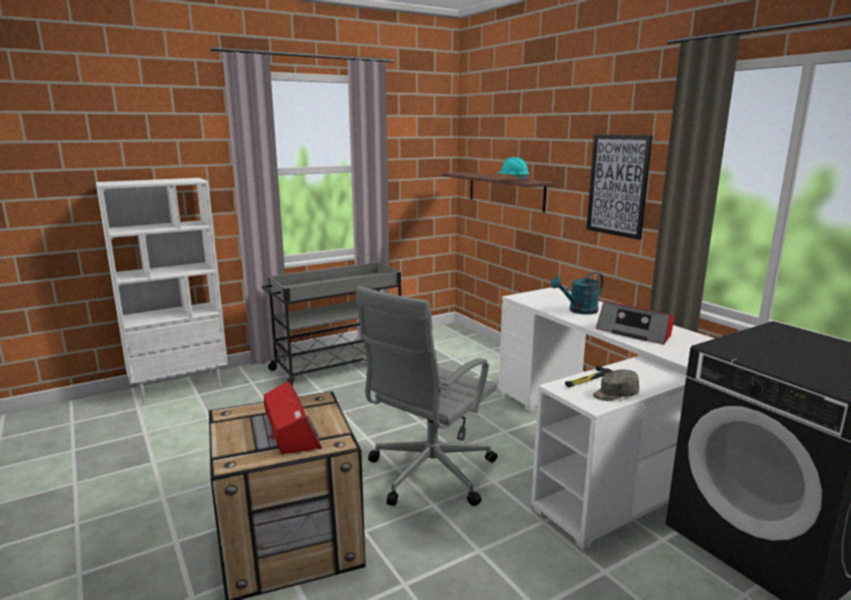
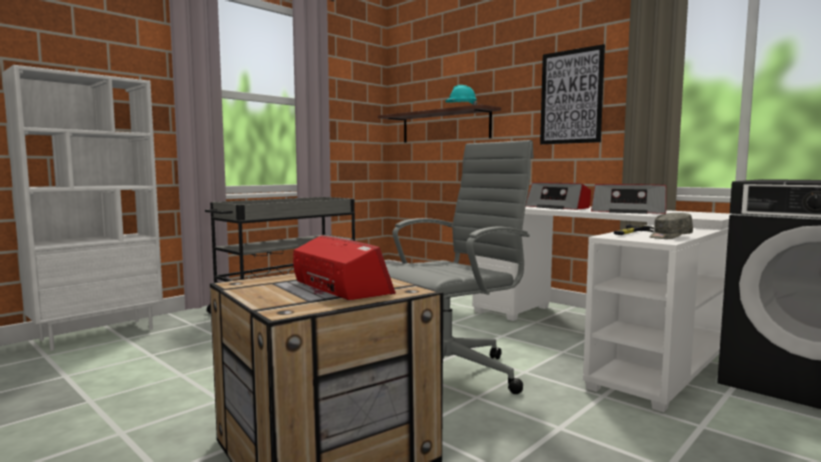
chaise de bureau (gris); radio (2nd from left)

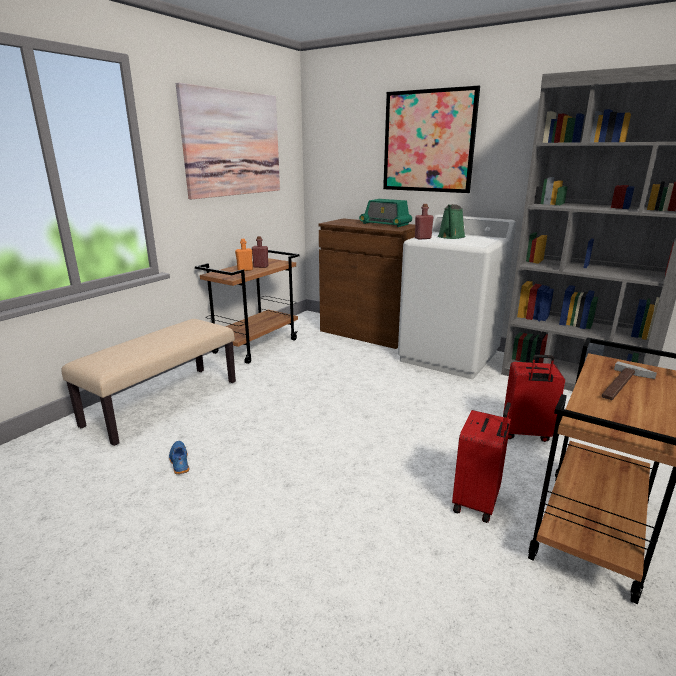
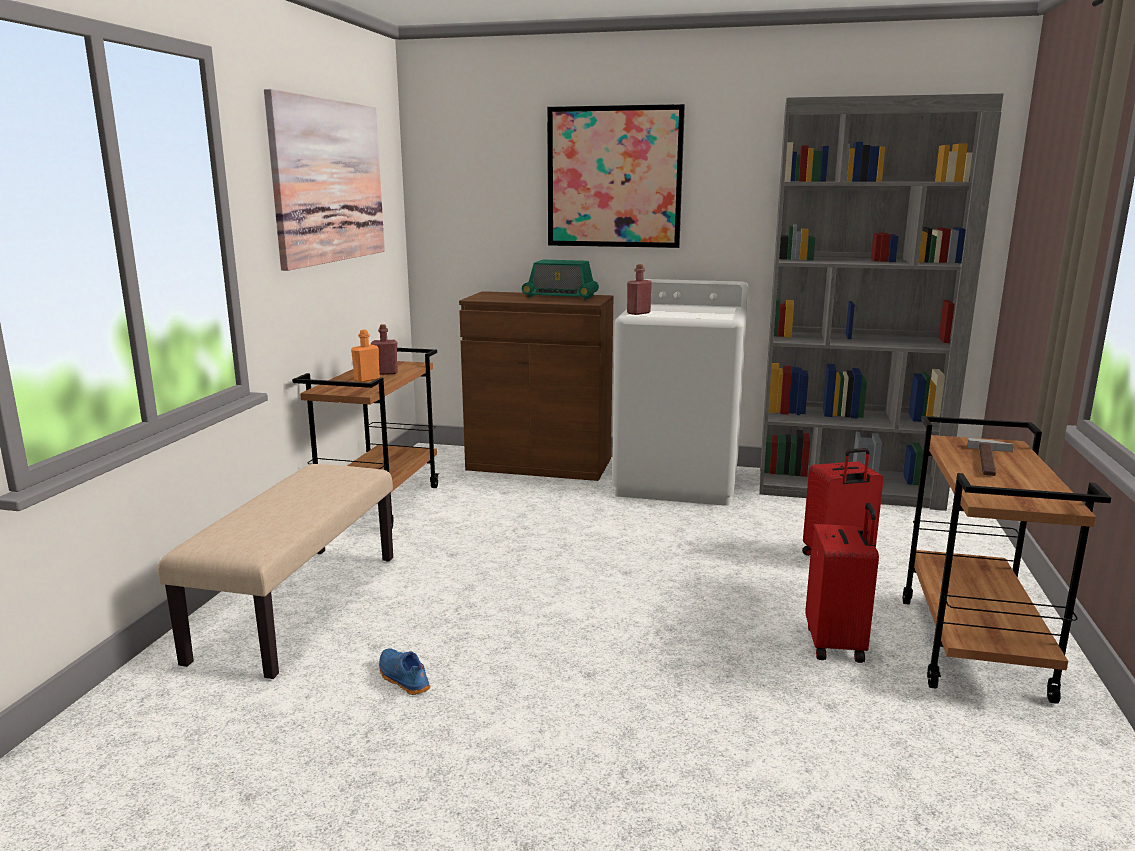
arrosoir (vert)

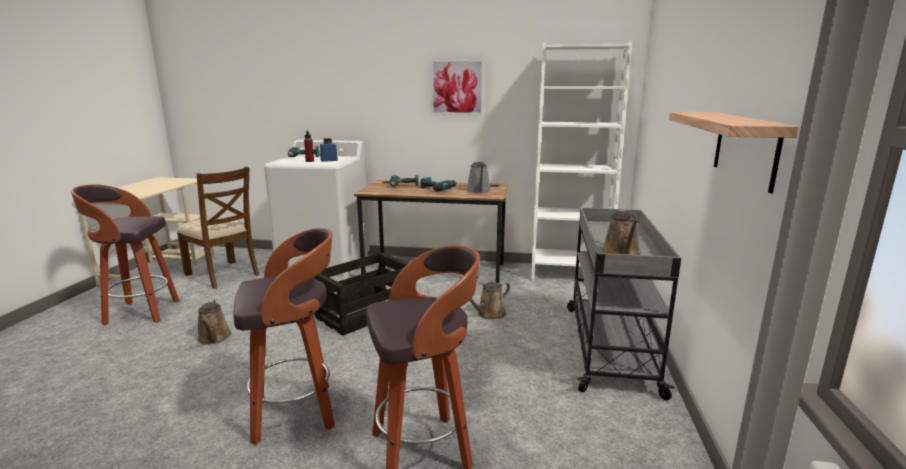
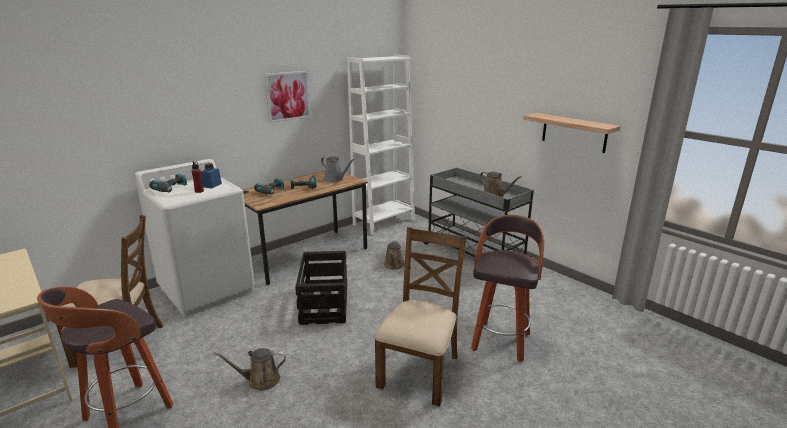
arrosoir (marron) (1st from left); chaise (marron) (2nd from left)

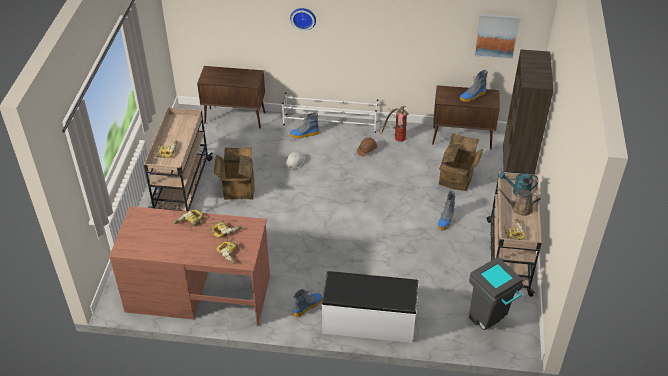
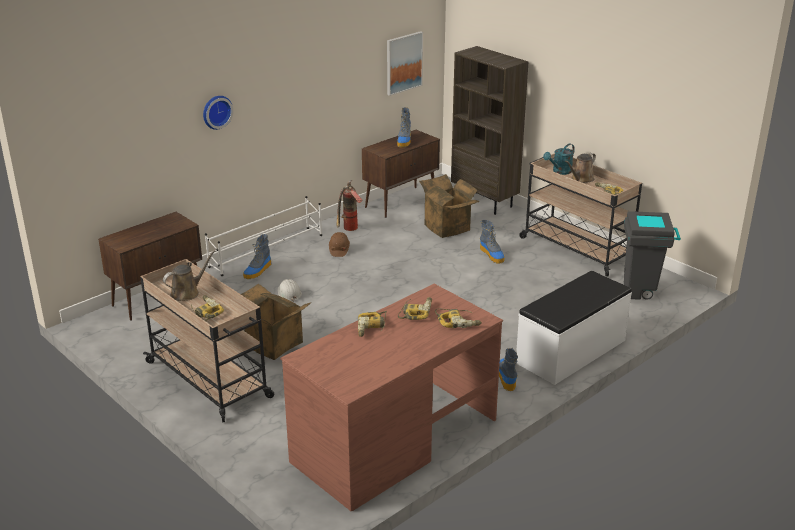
arrosoir (marron) (1st from left)

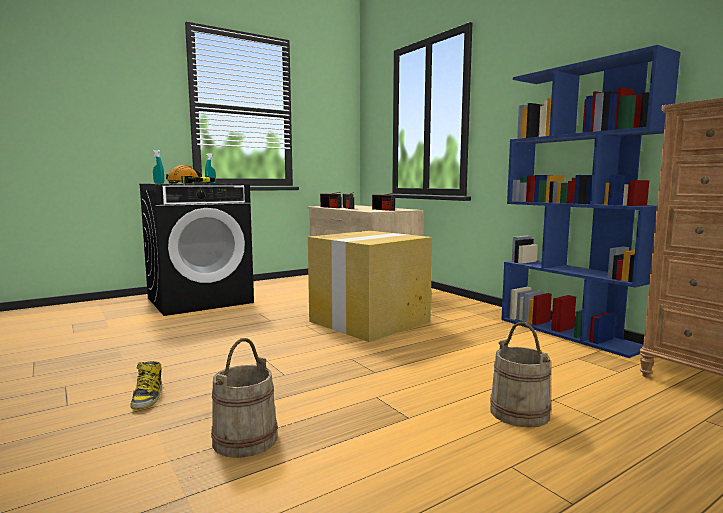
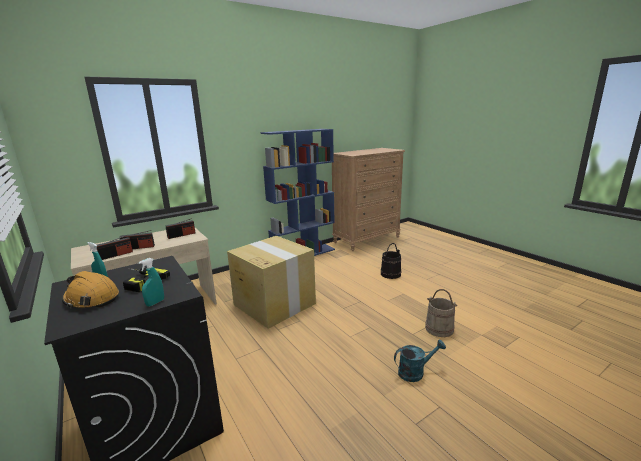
arrosoir (turquoise); seau (noir)

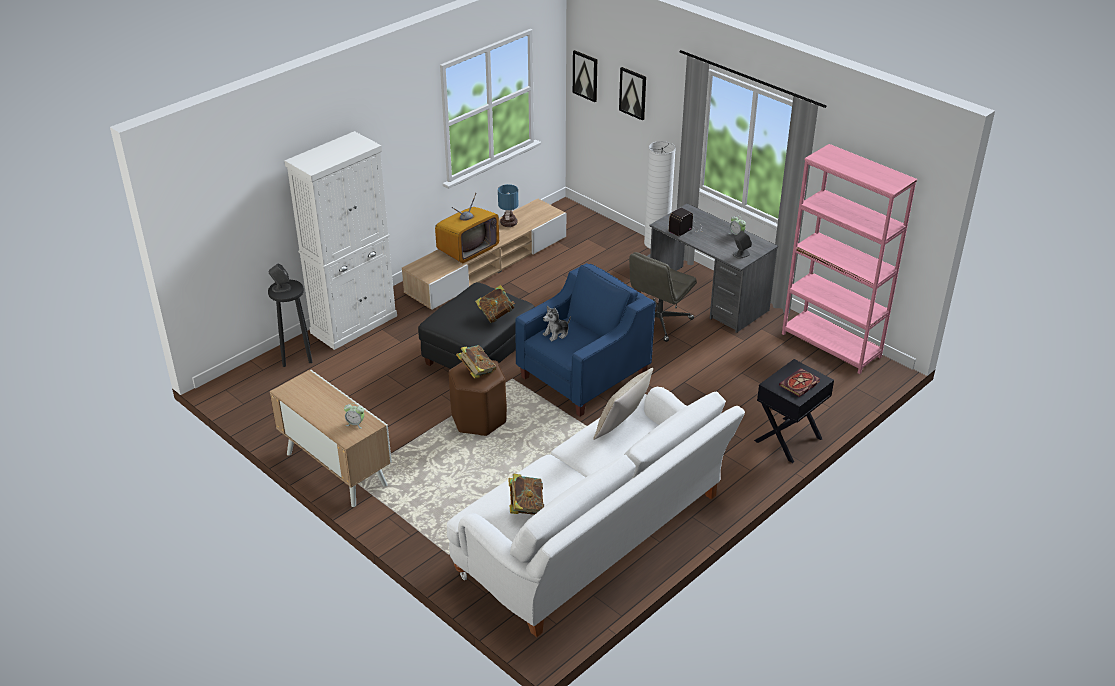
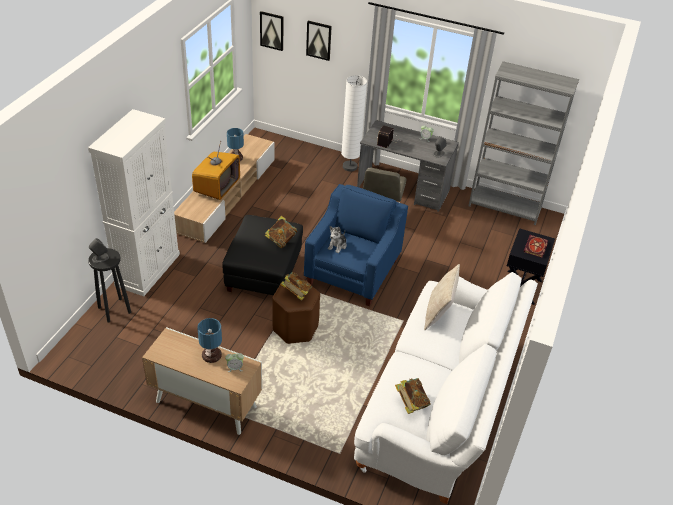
bibliothèque (gris); lampe de table (1st from left)

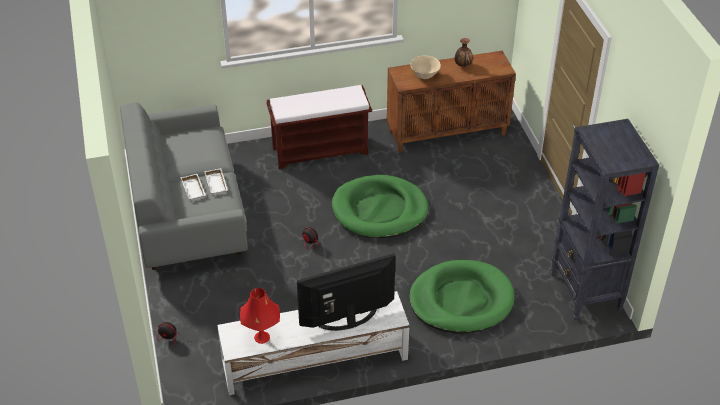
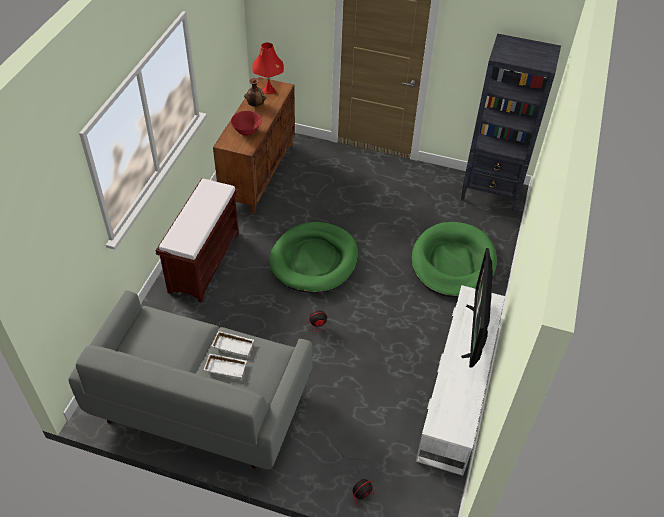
lampe de table (rouge); bol (rouge)

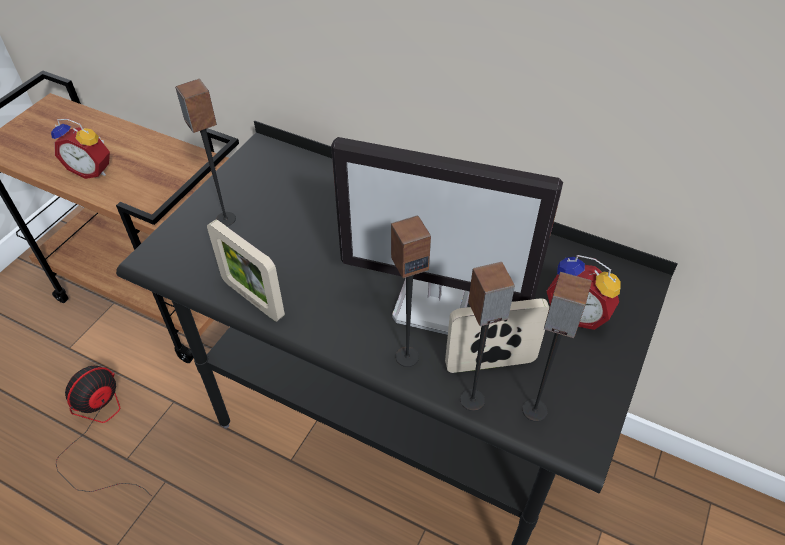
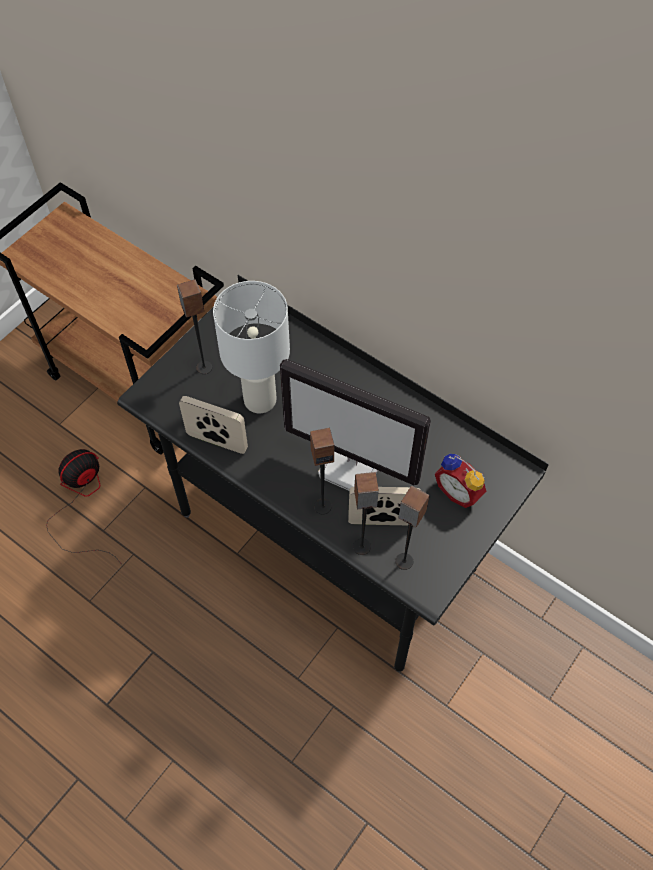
réveil (1st from left in the first image); cadre photo (1st from left); lampe de table (blanc)

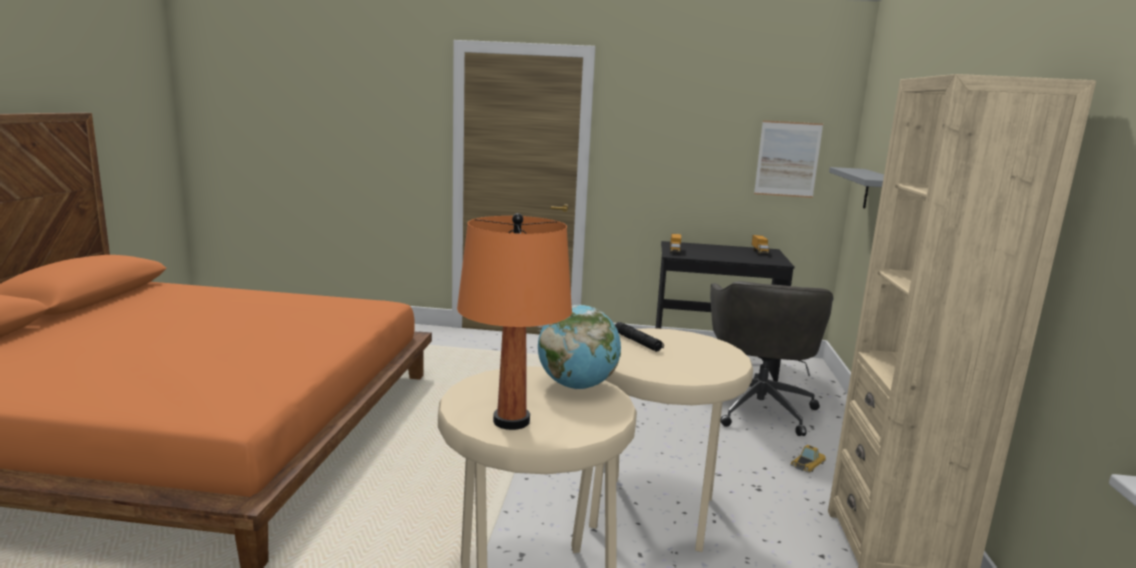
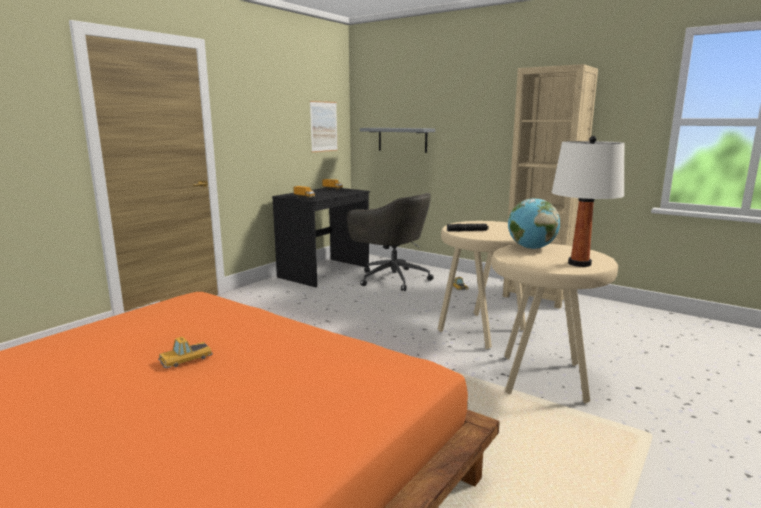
lampe de table (blanc); petite voiture (1st from left)

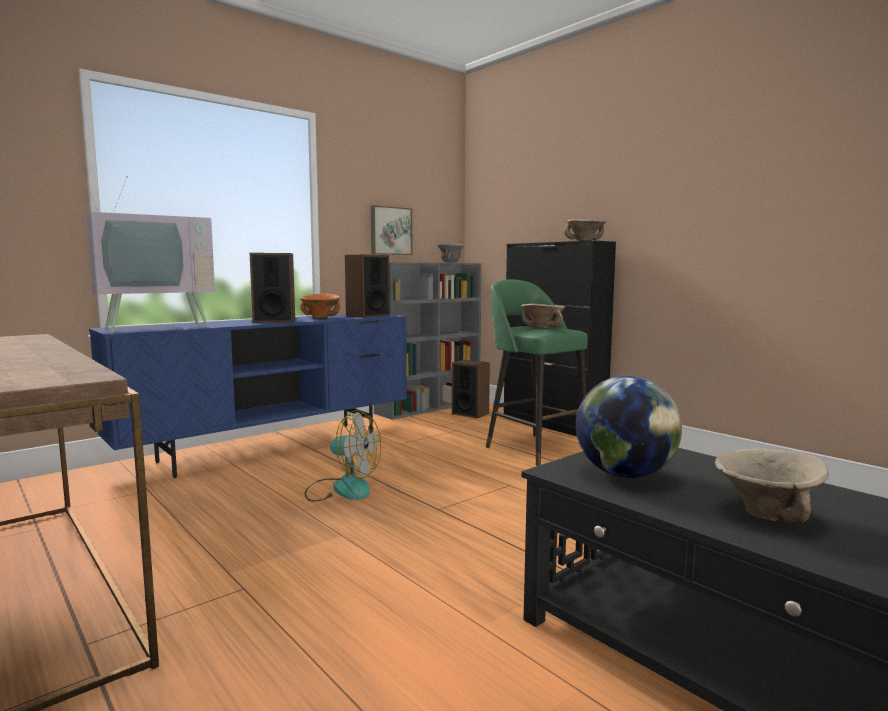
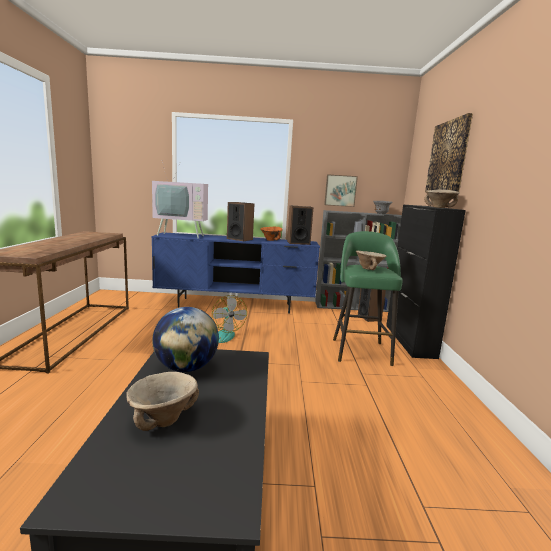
tableau (2nd from left)

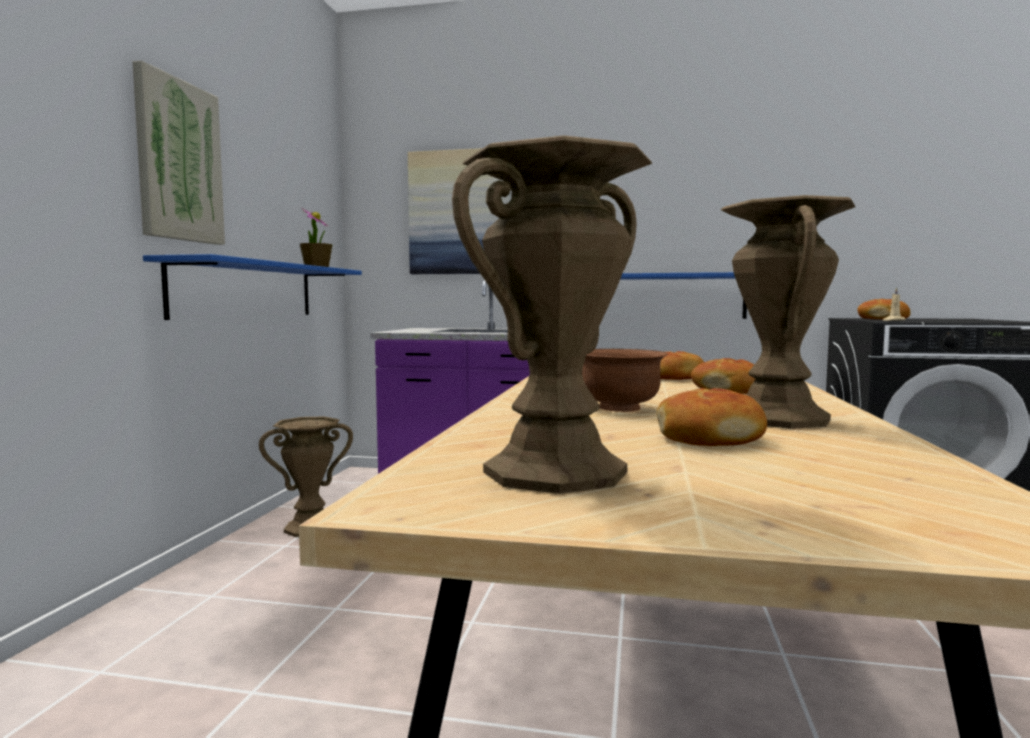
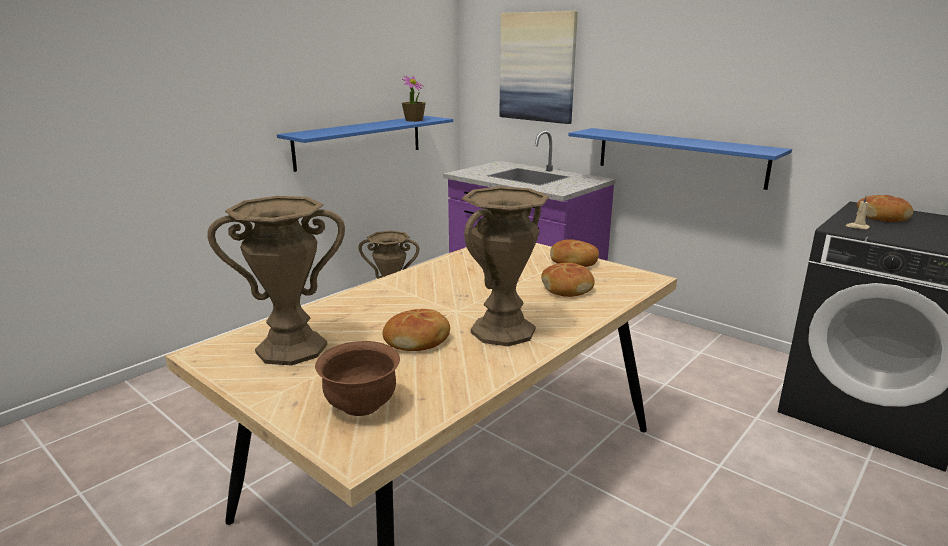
tableau (1st from left in the first image); bol (marron)

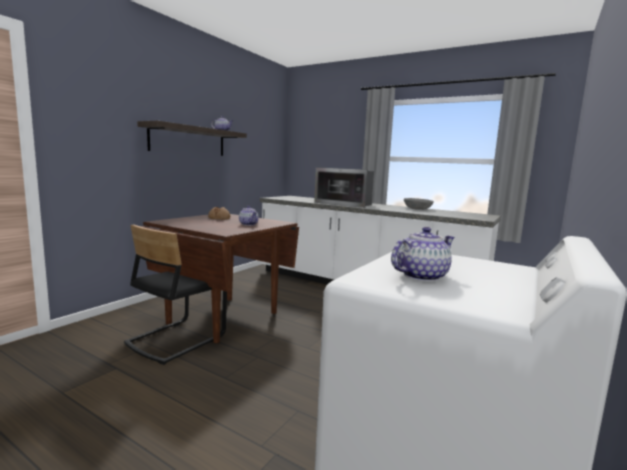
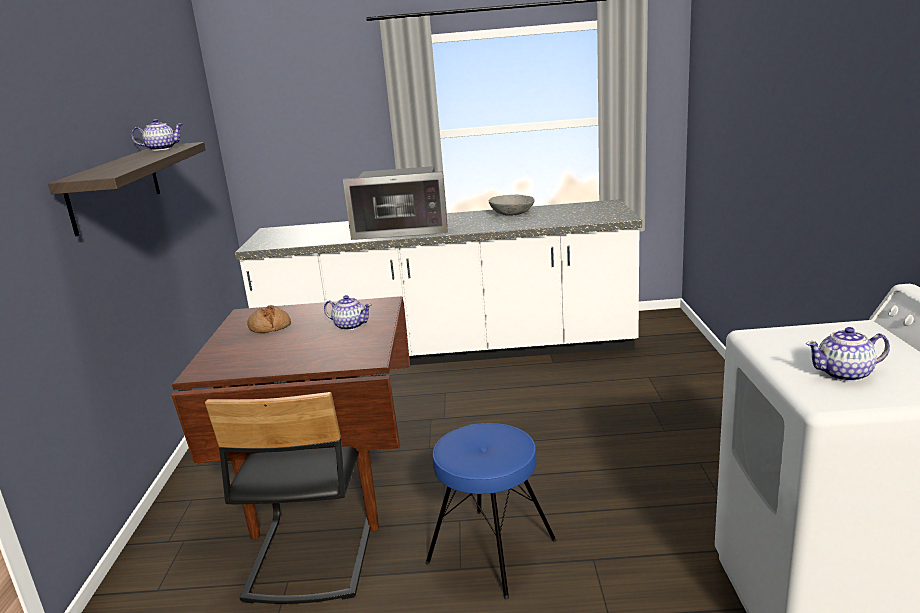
théière (3rd from left); tabouret (bleu)

